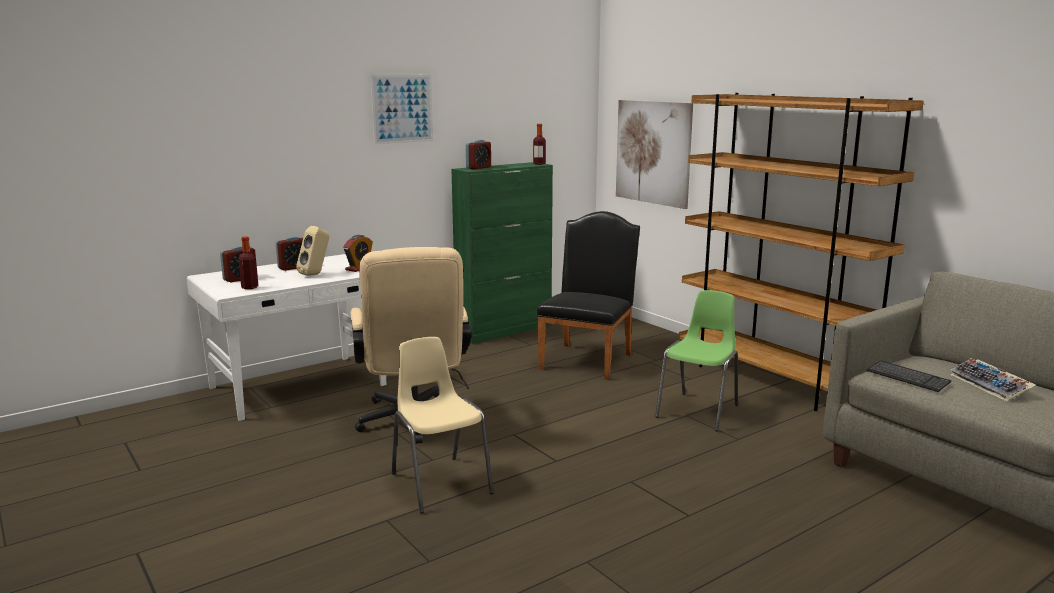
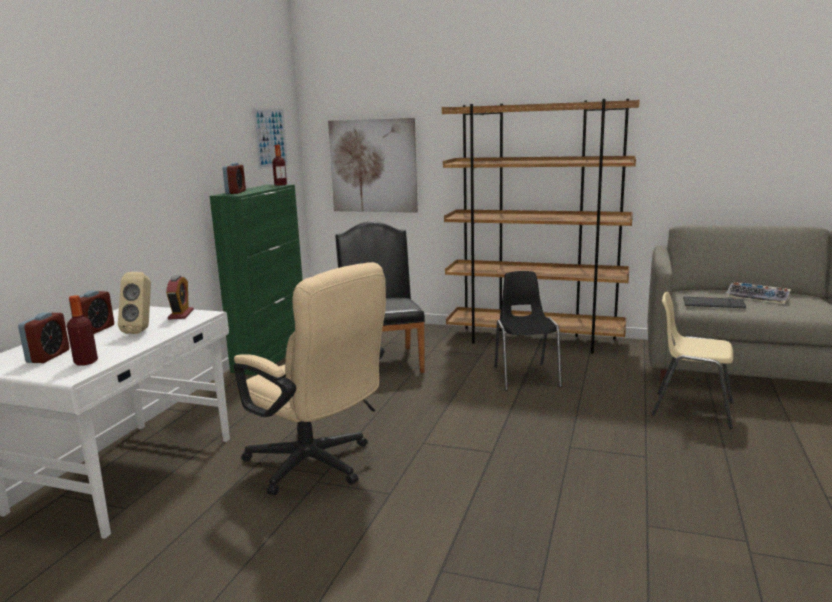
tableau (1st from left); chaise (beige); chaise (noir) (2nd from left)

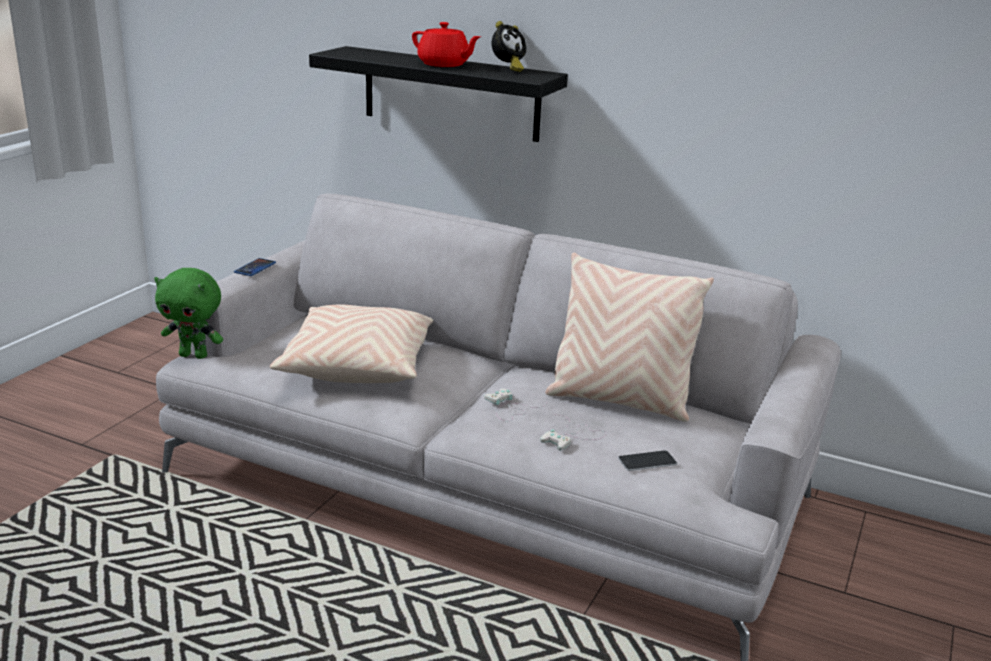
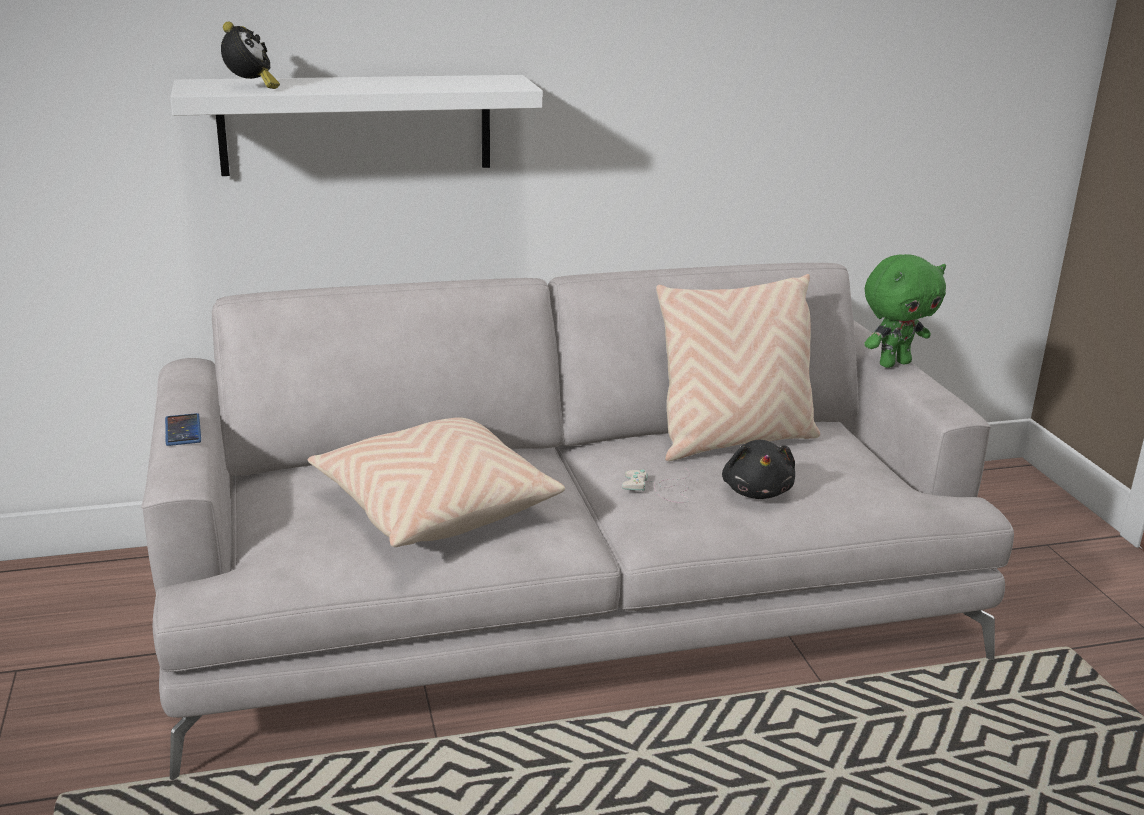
peluche (vert); étagère (blanc); théière (rouge); réveil; peluche (noir); téléphone (2nd from left in the first image)

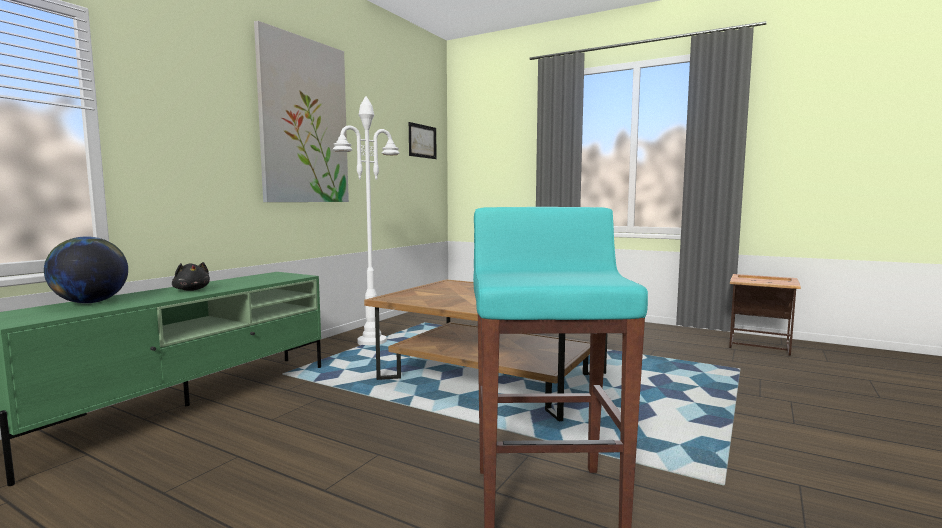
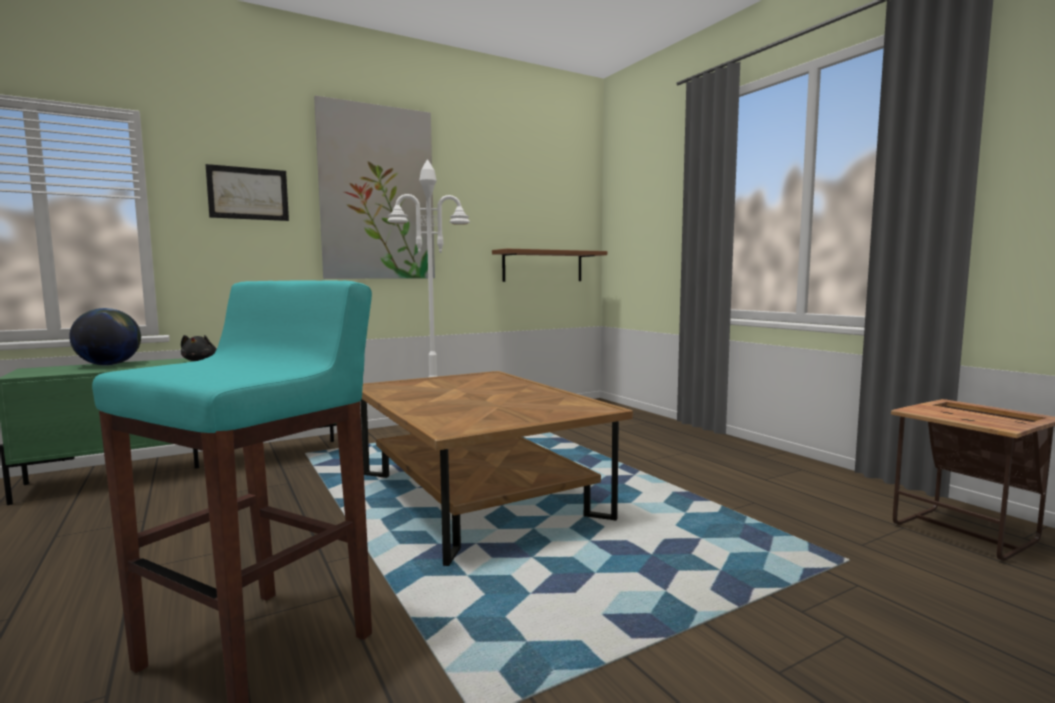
tableau (1st from left); étagère (marron)

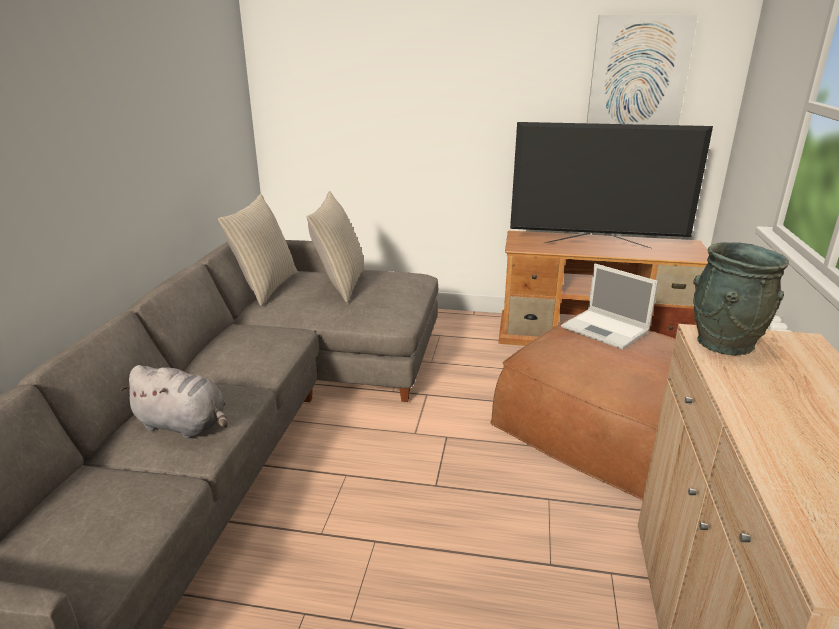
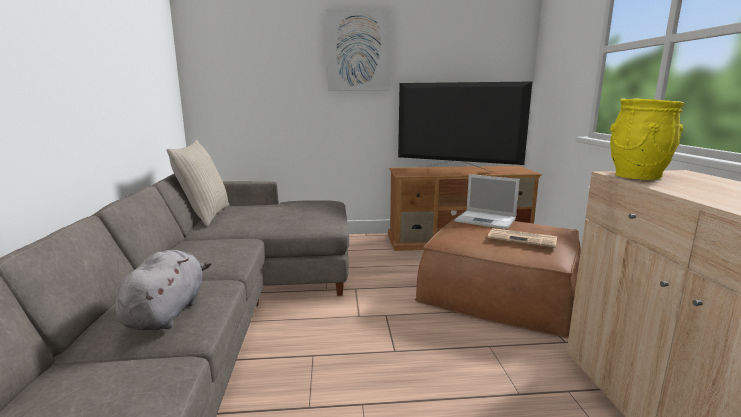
peluche (gris); coussin (beige) (2nd from left in the first image); téléviseur; tableau; vase (jaune); journal

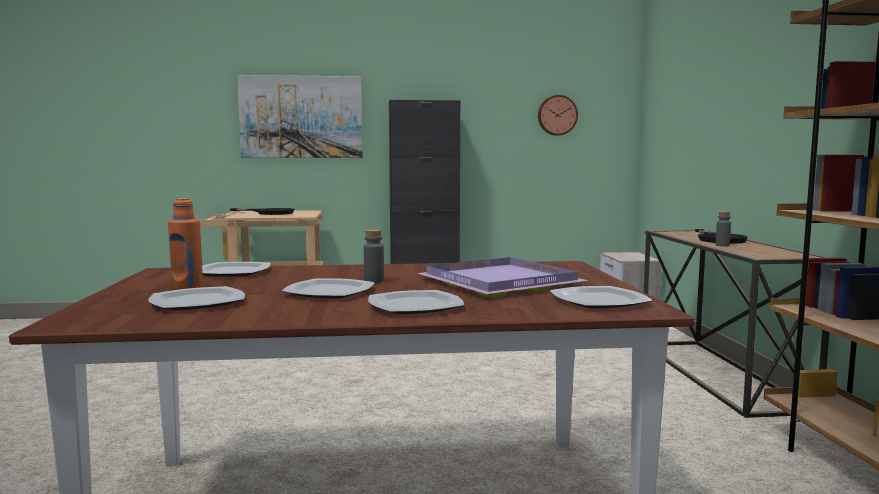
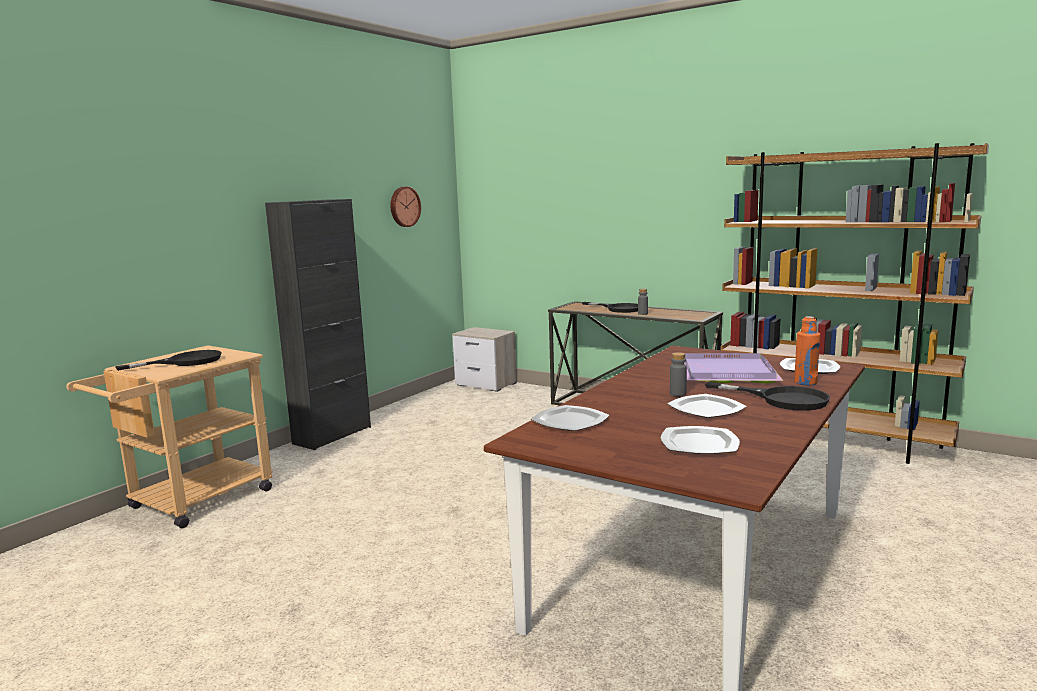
bouteille (orange); tableau; poêle (noir) (3rd from left)

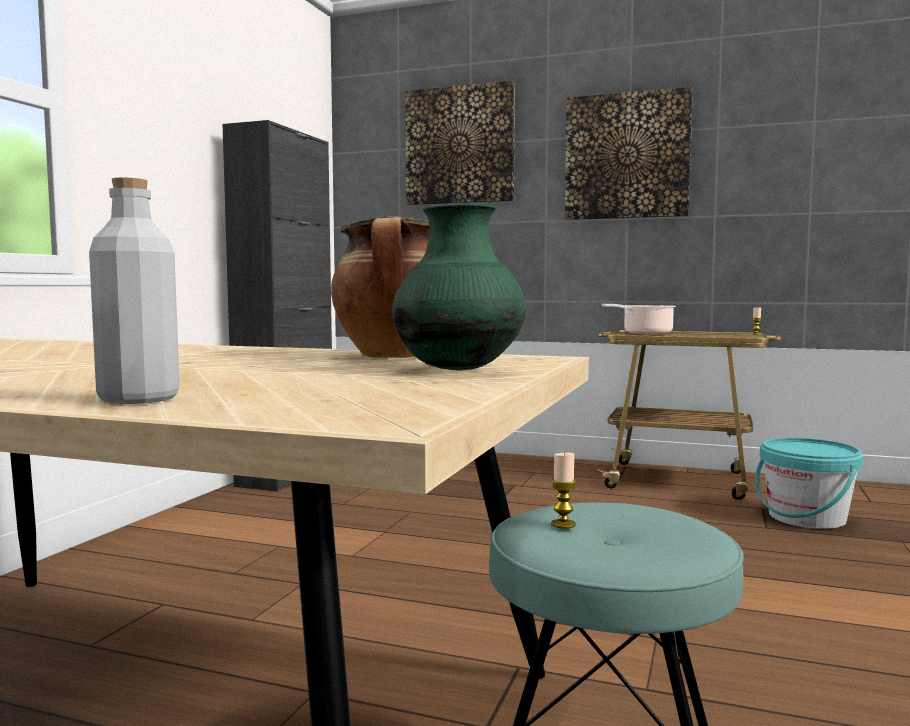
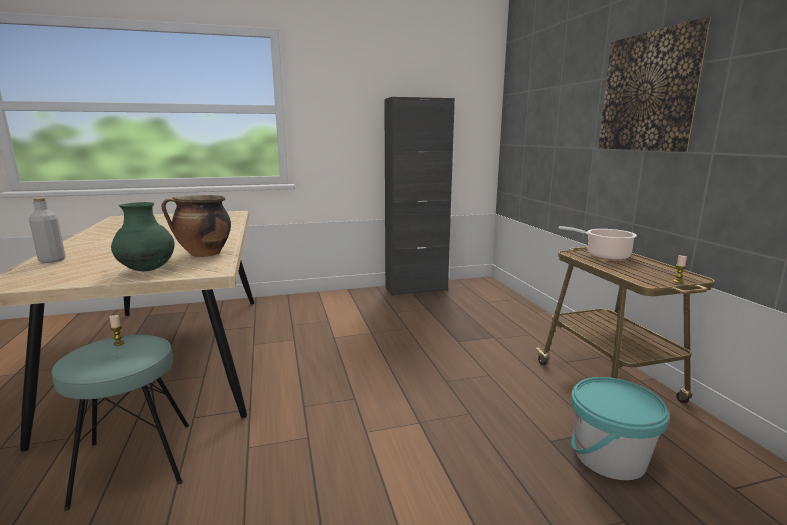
tableau (1st from left in the first image)

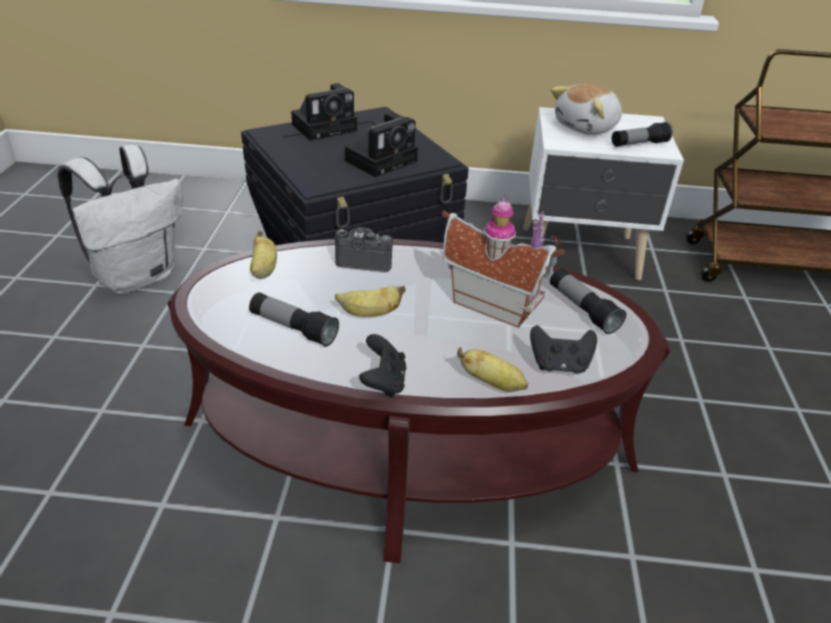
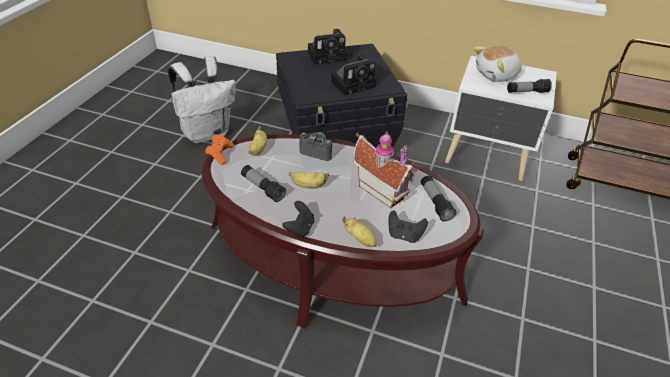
manette (orange)

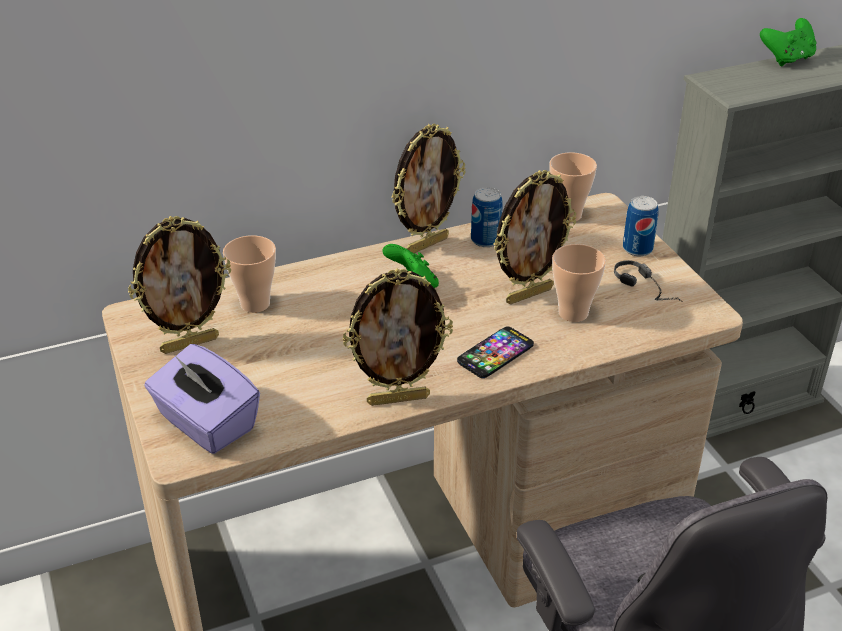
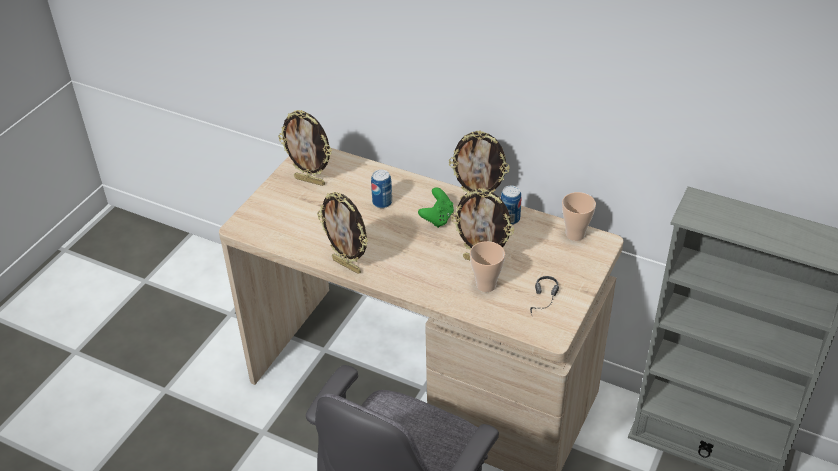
boîte à mouchoirs (violet); tasse (1st from left in the first image); téléphone; boîte métallique (1st from left); manette (vert) (2nd from left in the first image)

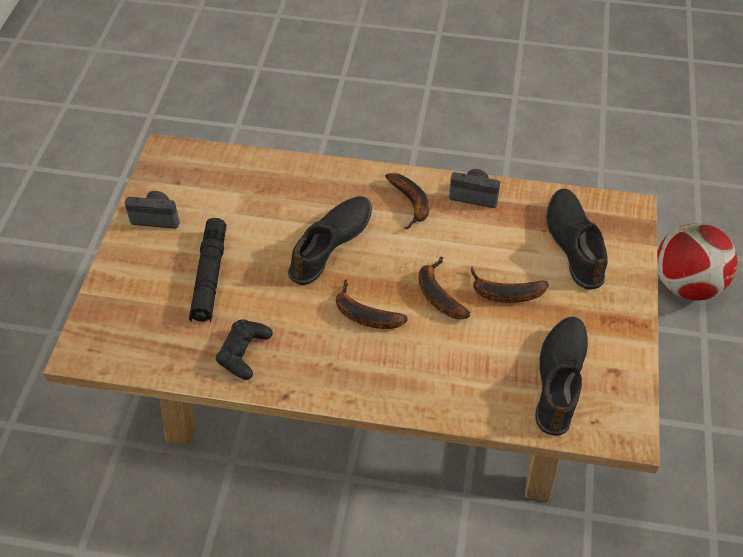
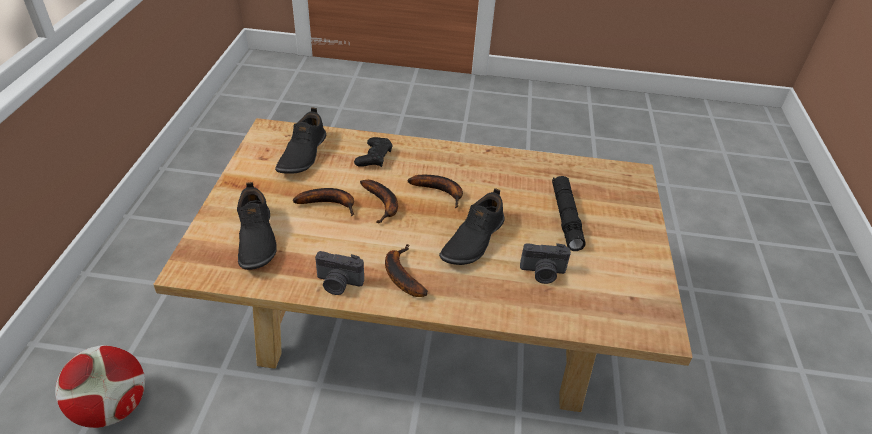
appareil photo (2nd from left); manette (noir)

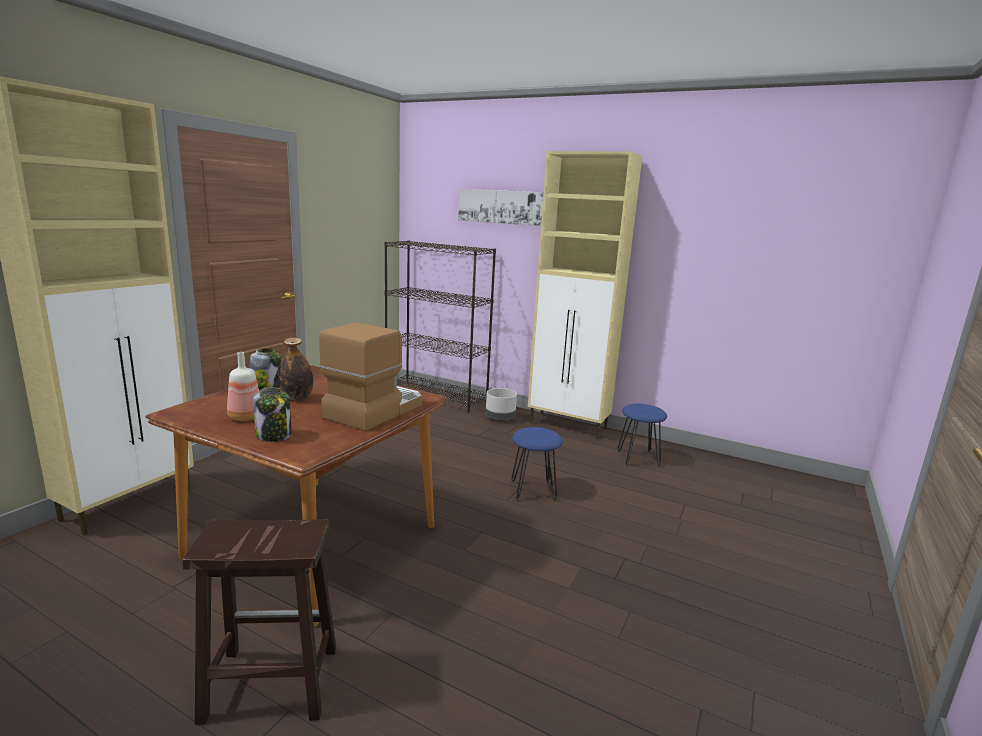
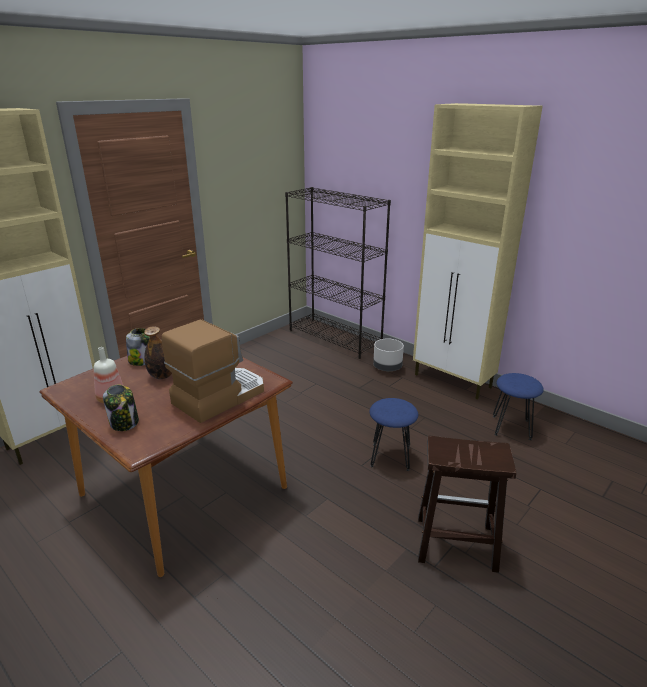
tabouret (marron); tableau

